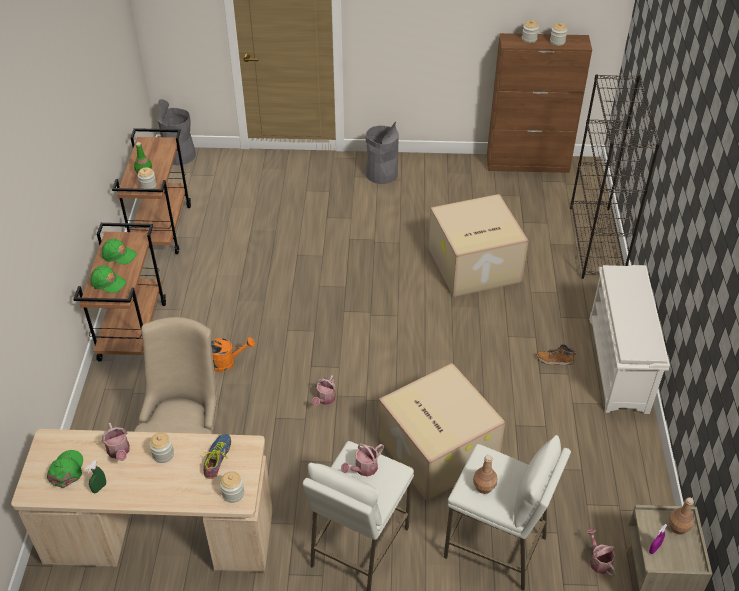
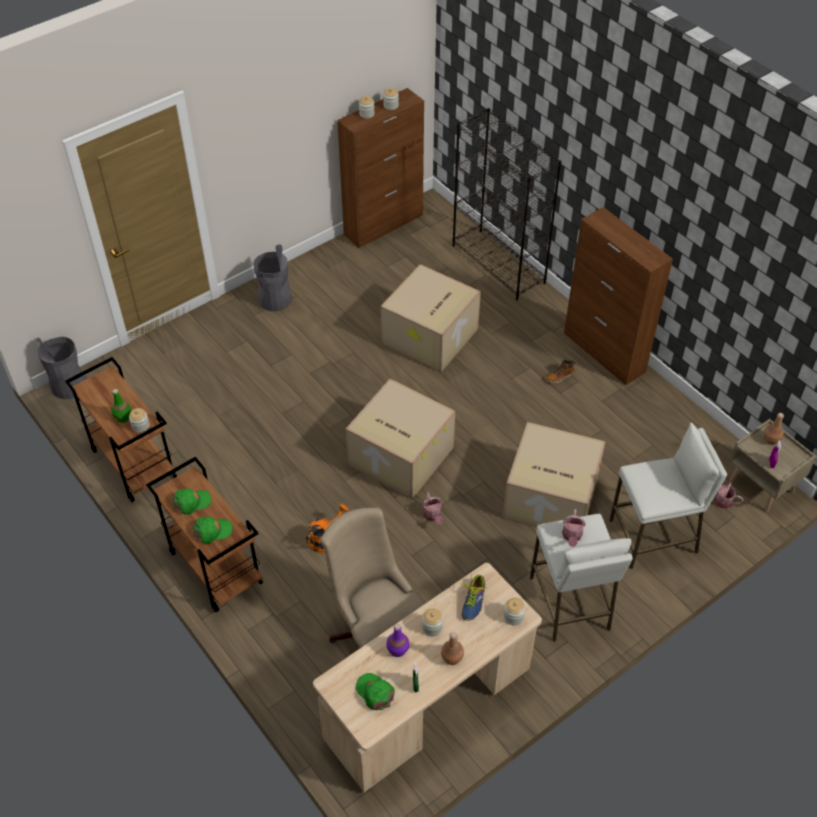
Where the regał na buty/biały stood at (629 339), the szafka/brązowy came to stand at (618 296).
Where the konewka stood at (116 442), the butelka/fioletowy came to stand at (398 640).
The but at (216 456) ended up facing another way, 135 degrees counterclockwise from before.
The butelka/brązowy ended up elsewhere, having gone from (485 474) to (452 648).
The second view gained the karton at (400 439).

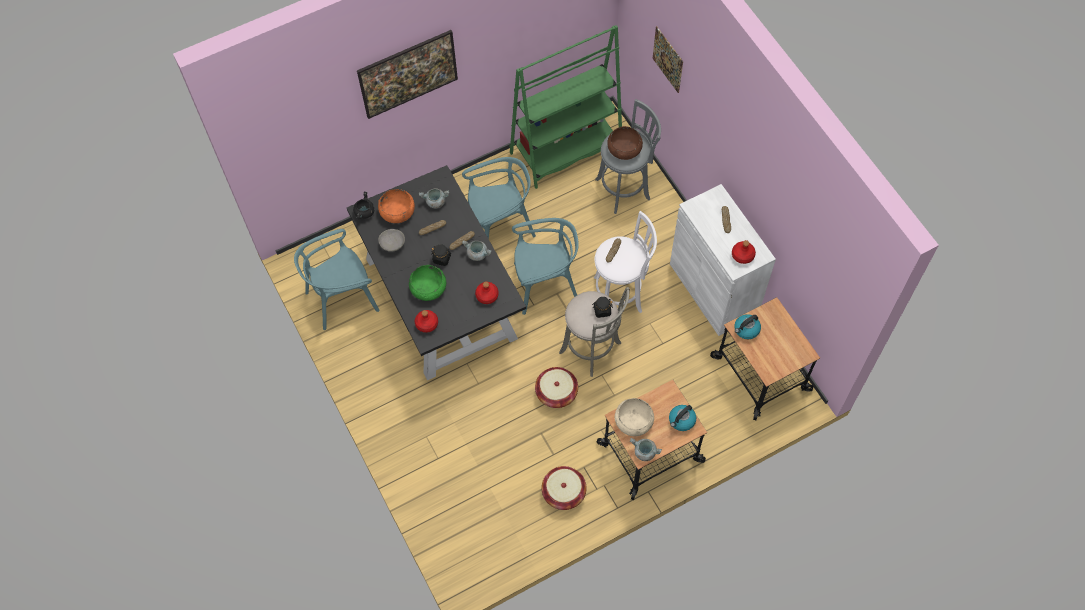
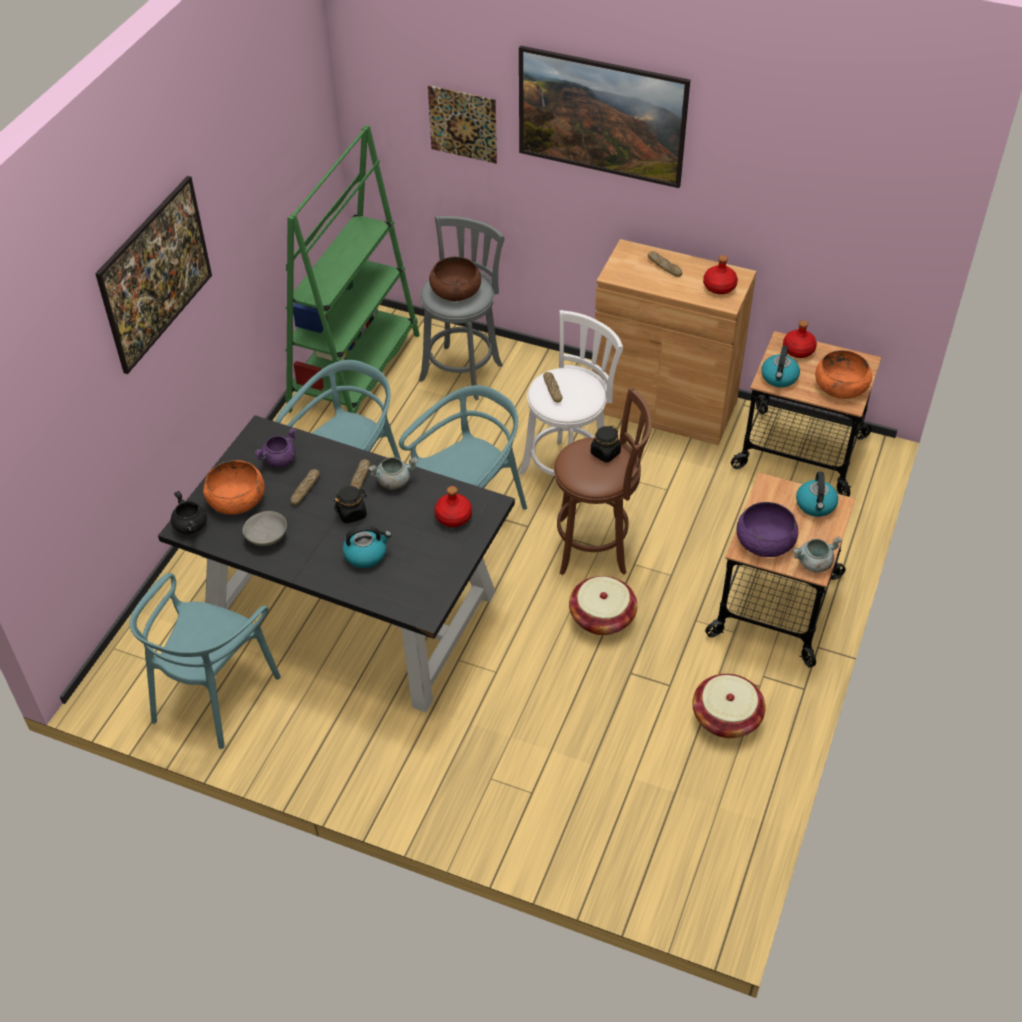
What was the szafka/biały at (723 260) turned into the szafka/brązowy at (674 342).
What was the garnek/szary at (434 198) turned into the garnek/fioletowy at (275 447).
Where the miska/zielony stood at (427 283), the czajnik came to stand at (367 546).
What was the stołek/szary at (594 332) turned into the stołek/brązowy at (603 481).
The butelka/czerwony ended up elsewhere, having gone from (426 321) to (800 339).
What was the miska/beżowy at (634 417) turned into the miska/fioletowy at (767 529).
The second view gained the obraz at (604 116).
The second view gained the miska/pomarańczowy at (843 374).

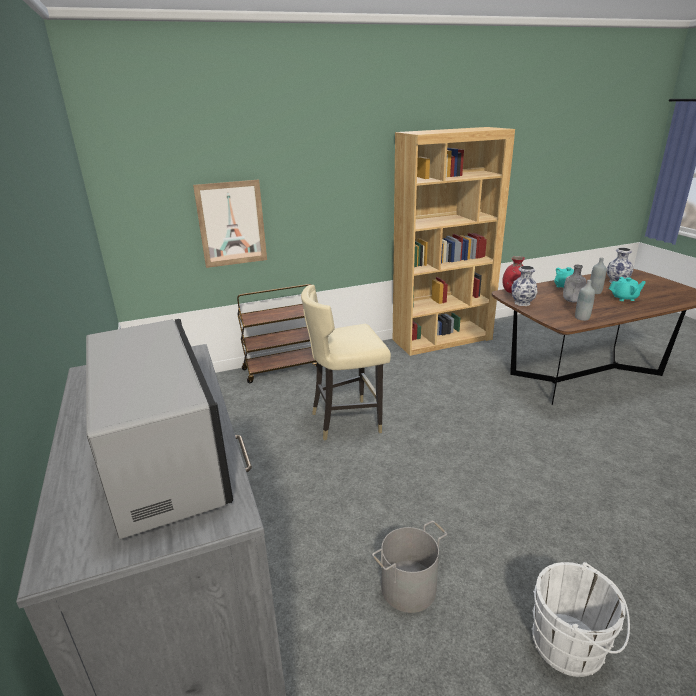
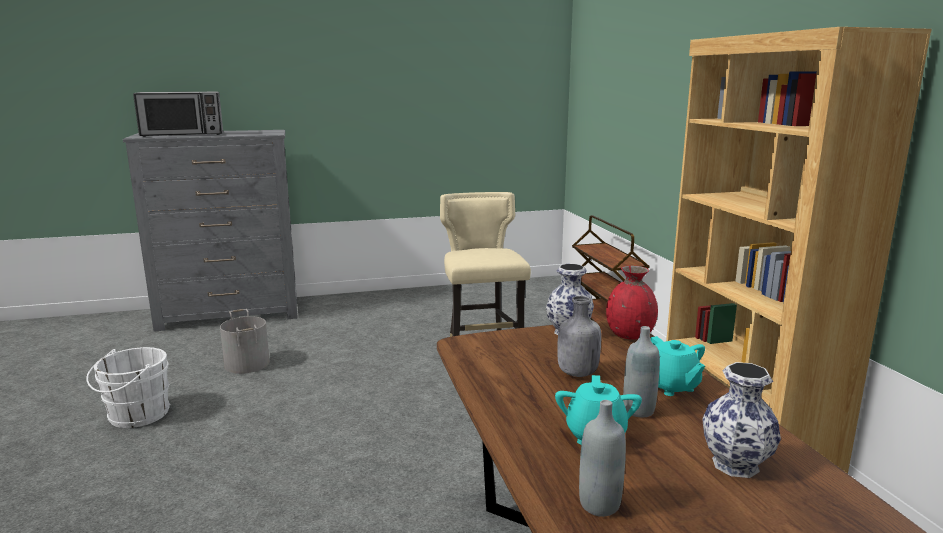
The second view lost the obraz at (230 224).
The butelka/szary ended up elsewhere, having gone from (585 300) to (602 458).

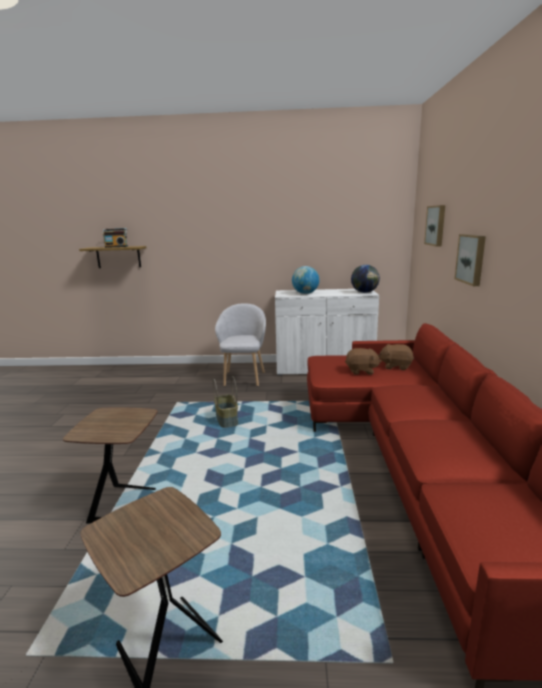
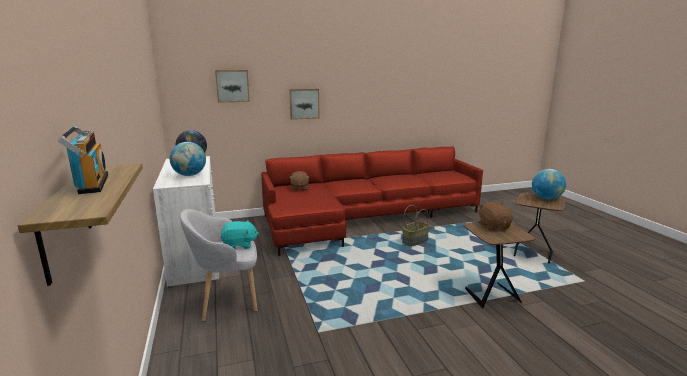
The pluszak/brązowy ended up elsewhere, having gone from (363 361) to (495 216).
The koszyk ended up elsewhere, having gone from (225 402) to (416 225).
The second view gained the globus at (549 184).
The second view gained the pluszak/turkusowy at (240 234).

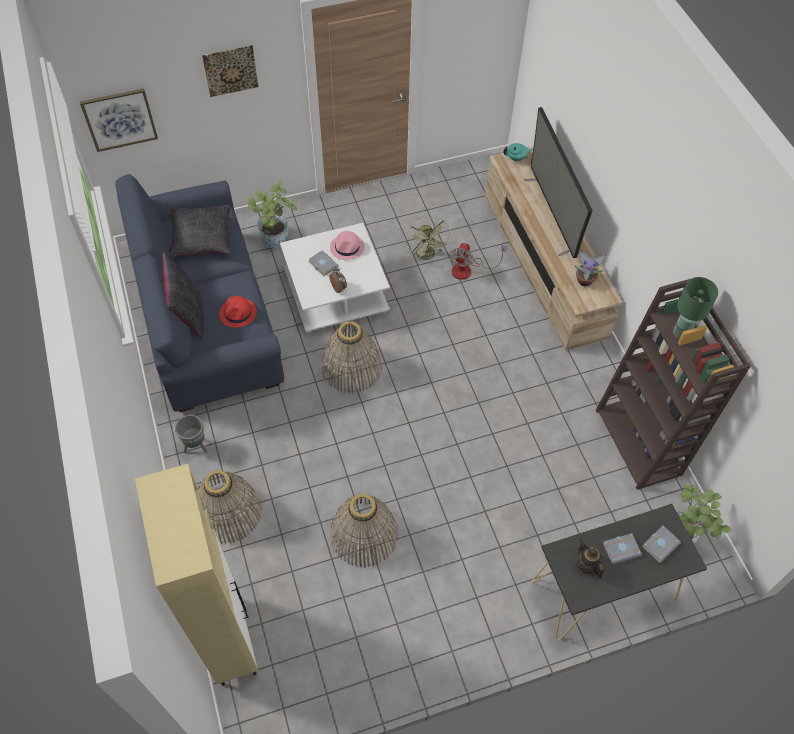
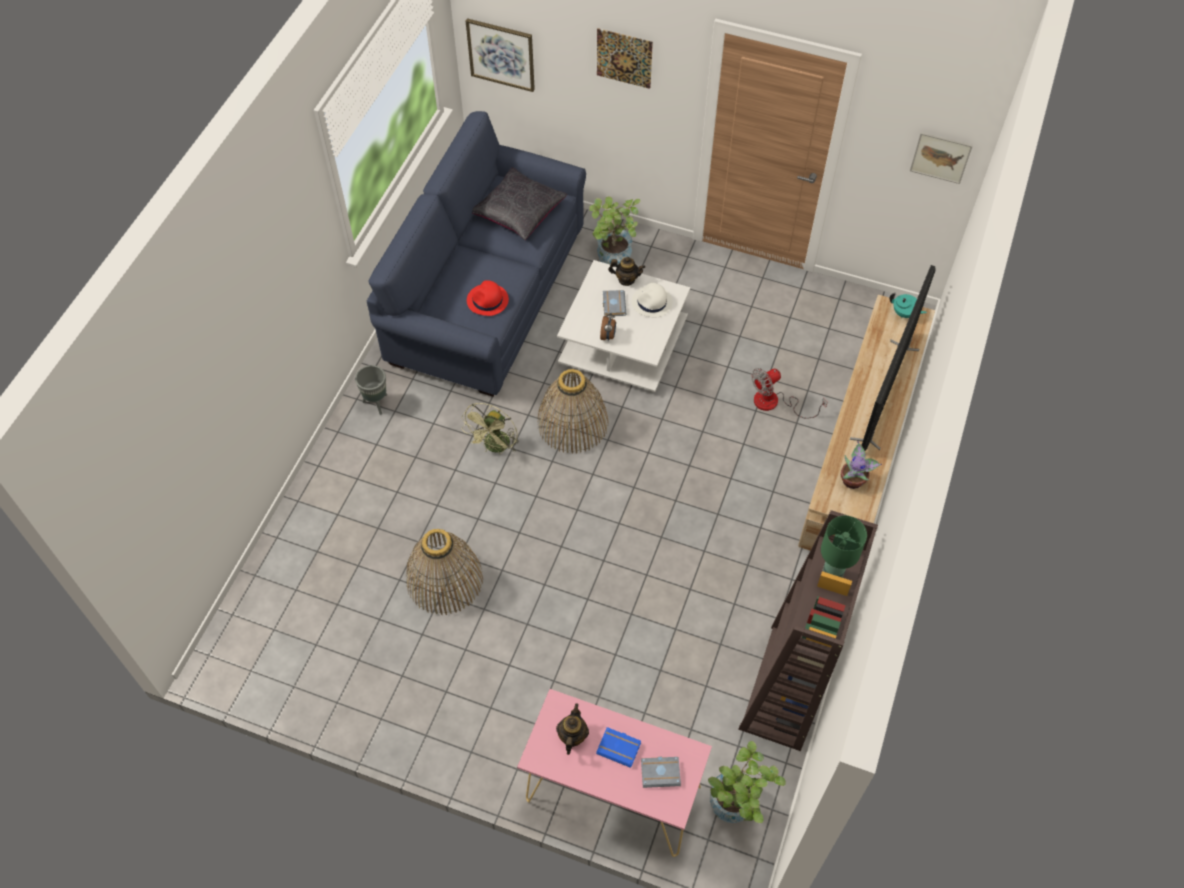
The wentylator/zielony ended up elsewhere, having gone from (428 240) to (490 428).
What was the kapelusz/różowy at (347 245) turned into the kapelusz/biały at (652 300).
The second view lost the poduszka/czarny at (183 295).
The second view lost the szafka/beżowy at (196 575).
The second view lost the koszyk at (230 507).
What was the stolik konsolowy/czarny at (619 572) turned into the stolik konsolowy/różowy at (614 773).
What was the książka/szary at (622 548) turned into the książka/niebieski at (618 747).
The second view gained the obraz at (941 158).
The second view gained the imbryk at (626 271).

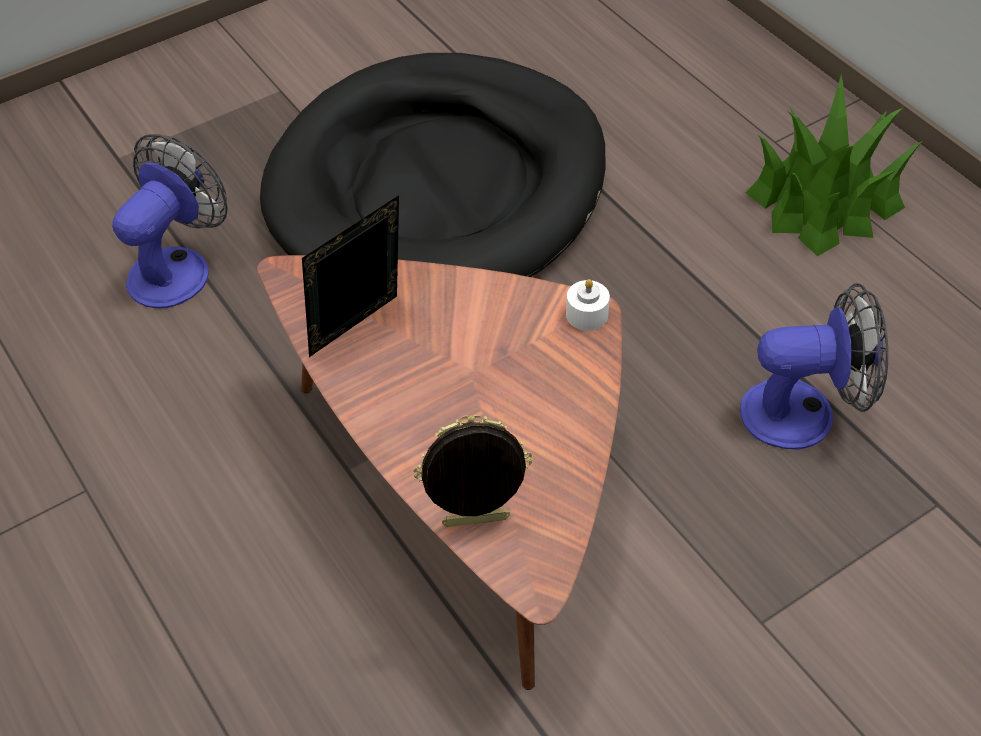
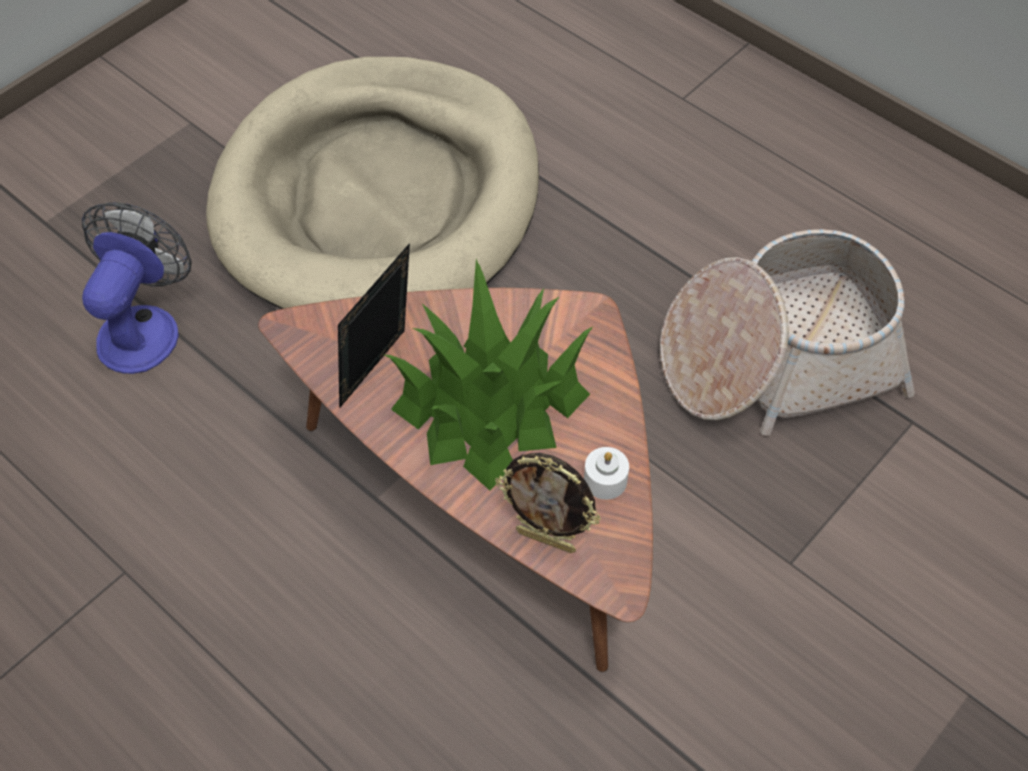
What was the legowisko/czarny at (433 165) turned into the legowisko/beżowy at (372 183).
The roślina doniczkowa ended up elsewhere, having gone from (834 165) to (489 374).
The świeca/biały ended up elsewhere, having gone from (588 305) to (606 473).
Where the wentylator stood at (814 366), the koszyk came to stand at (787 332).
The ramka na zdjęcie at (473 471) ended up facing another way, 135 degrees counterclockwise from before.

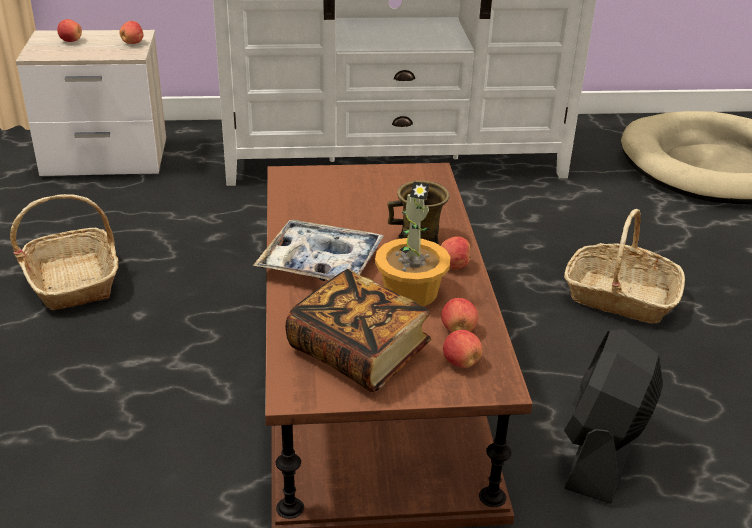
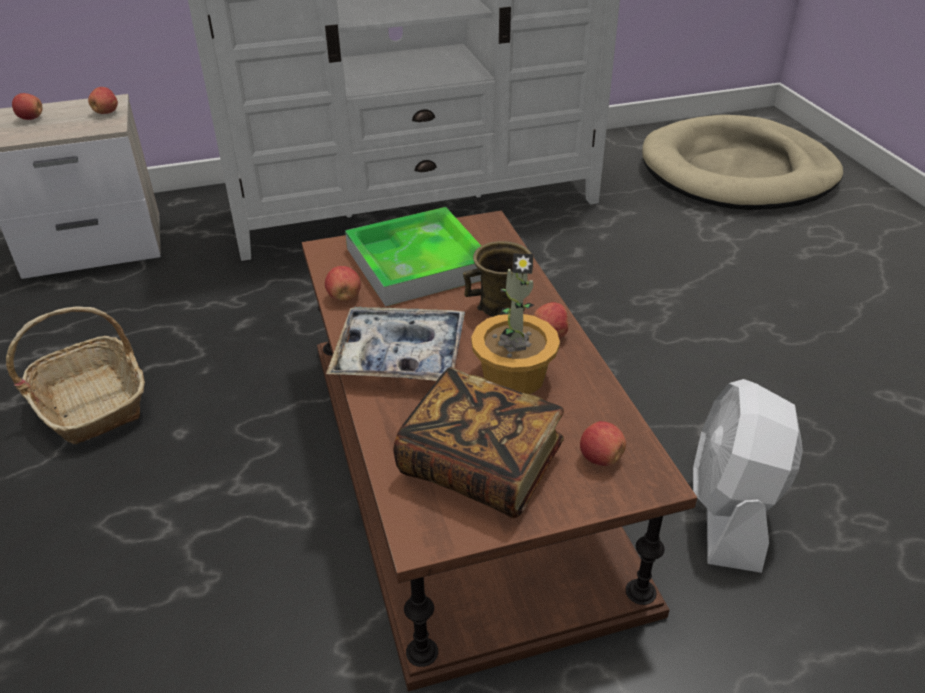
The second view lost the koszyk at (624 266).
The jabłko ended up elsewhere, having gone from (459 315) to (343 283).
What was the wentylator/czarny at (613 416) turned into the wentylator/biały at (748 476).
The second view gained the taca at (413 257).

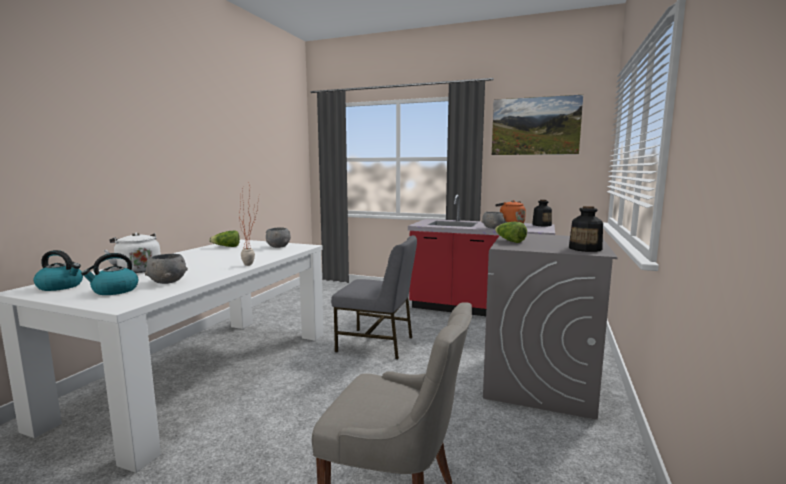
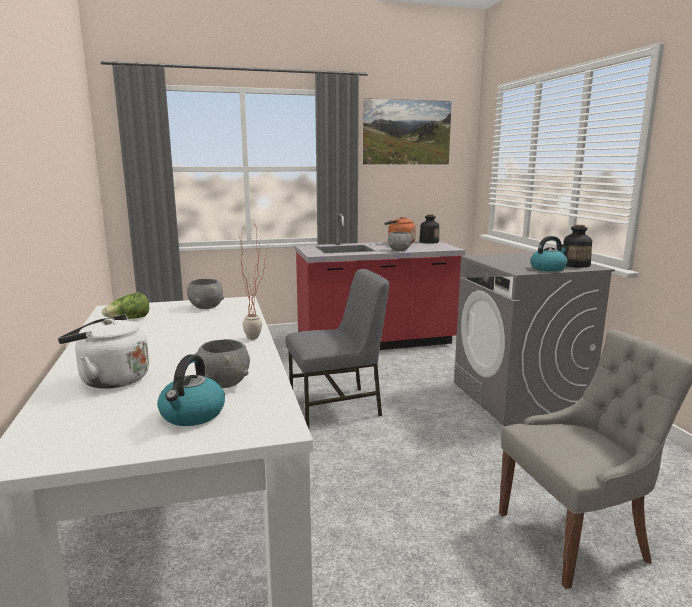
The second view lost the sałata at (511 232).
The czajnik ended up elsewhere, having gone from (58 270) to (548 254).

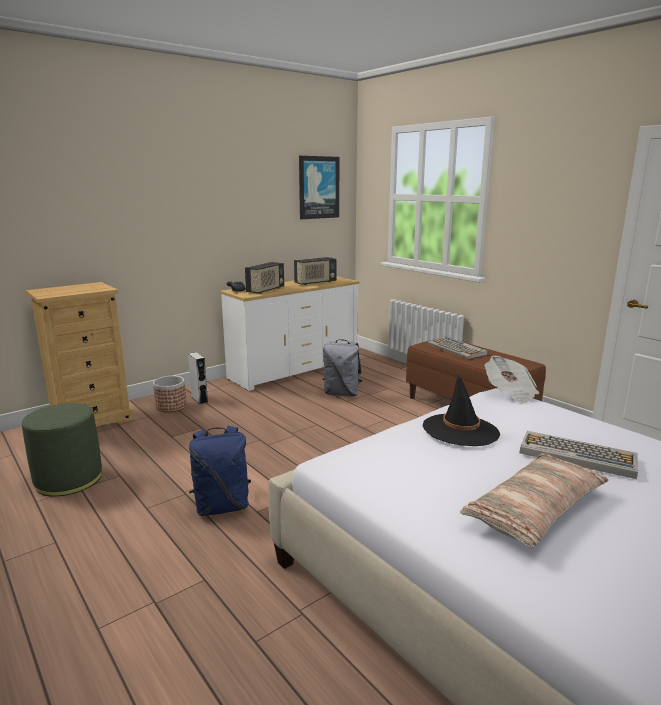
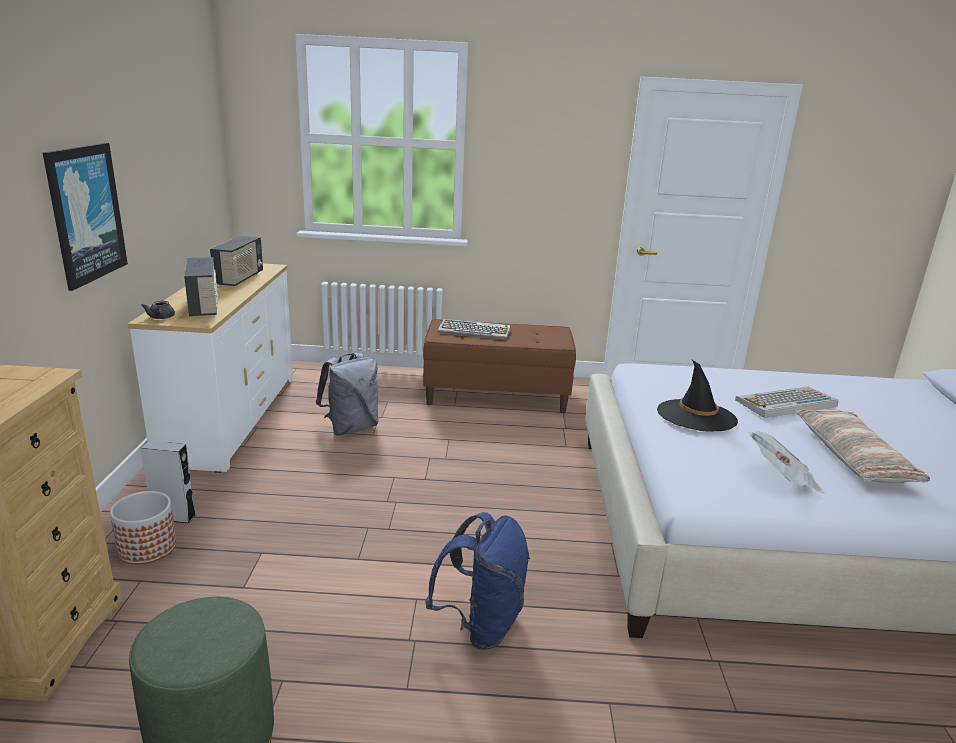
The obraz ended up elsewhere, having gone from (319 187) to (85 217).
The gazeta ended up elsewhere, having gone from (511 380) to (786 462).

